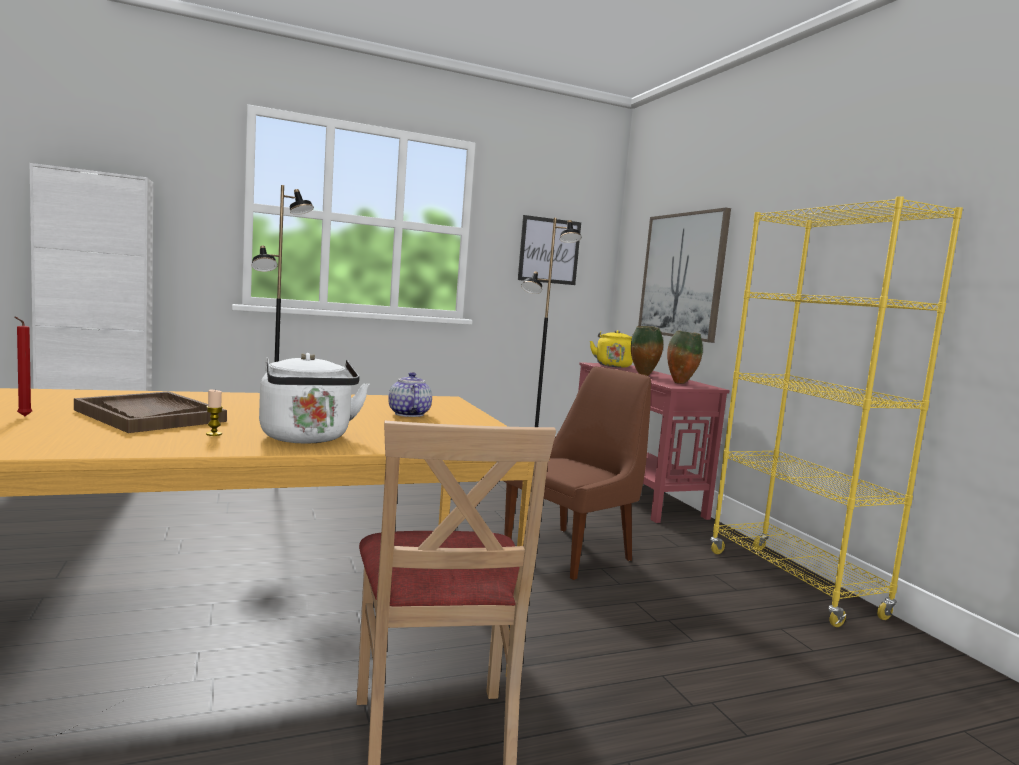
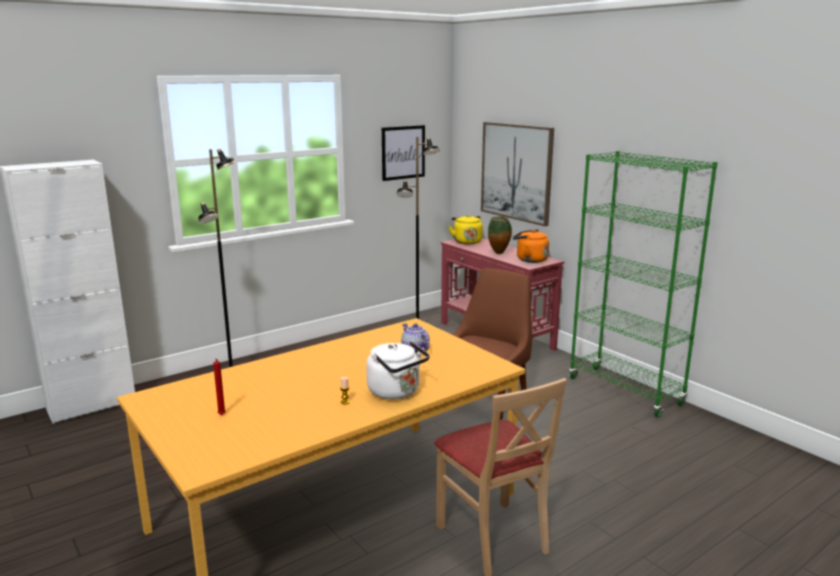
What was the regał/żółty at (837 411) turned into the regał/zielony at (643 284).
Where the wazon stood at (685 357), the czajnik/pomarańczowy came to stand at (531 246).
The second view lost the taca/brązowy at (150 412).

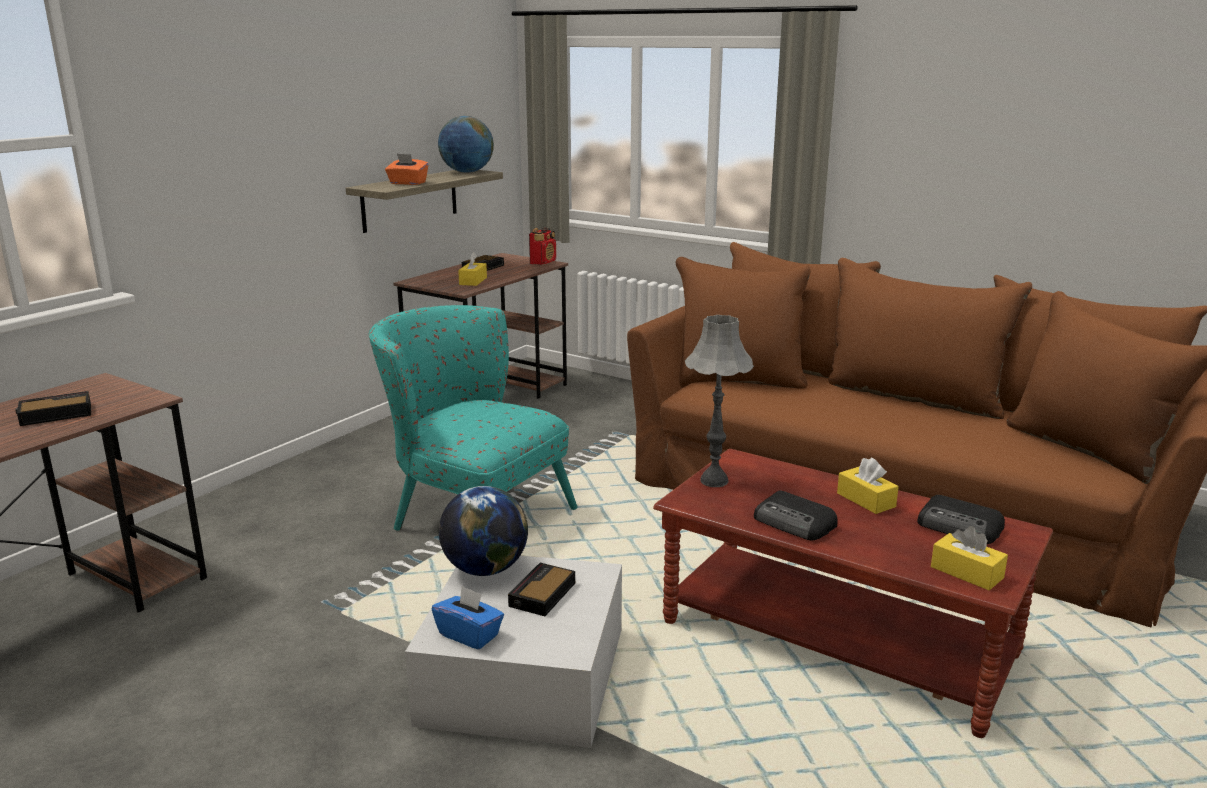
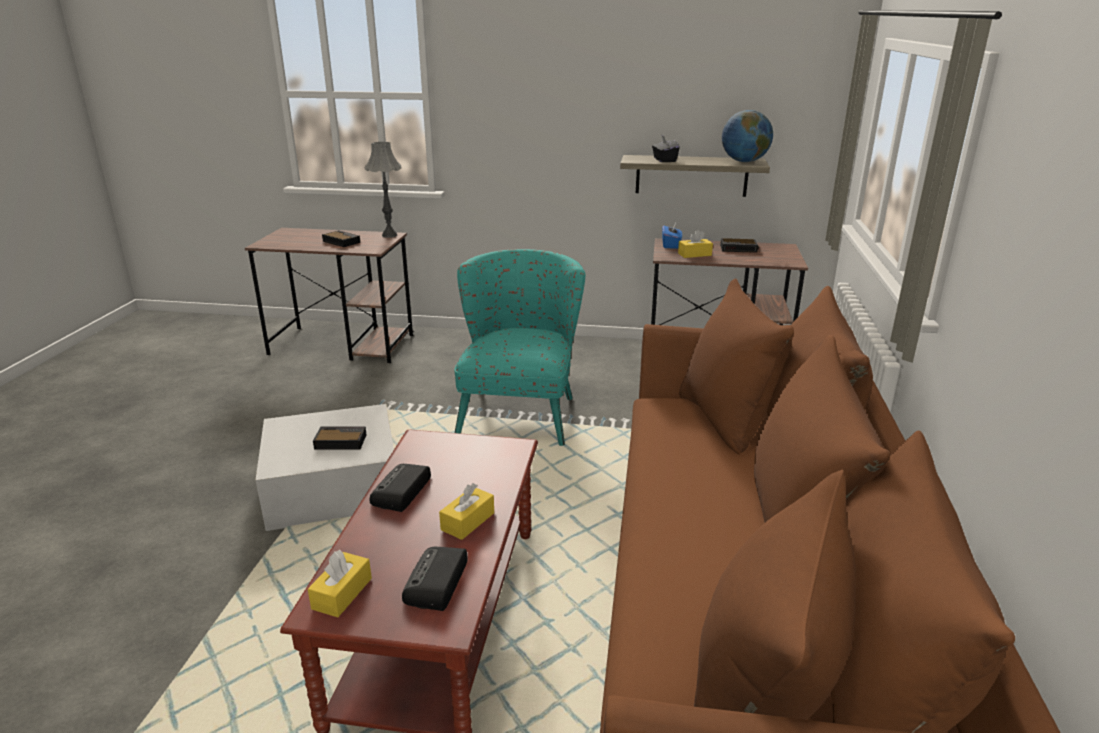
What was the pudełko chusteczek/pomarańczowy at (406 169) turned into the pudełko chusteczek/czarny at (666 148).
The second view lost the radio at (542 246).
The lampa stołowa/szary ended up elsewhere, having gone from (719 401) to (383 190).
The second view lost the globus at (483 531).
The pudełko chusteczek/niebieski ended up elsewhere, having gone from (468 618) to (672 235).

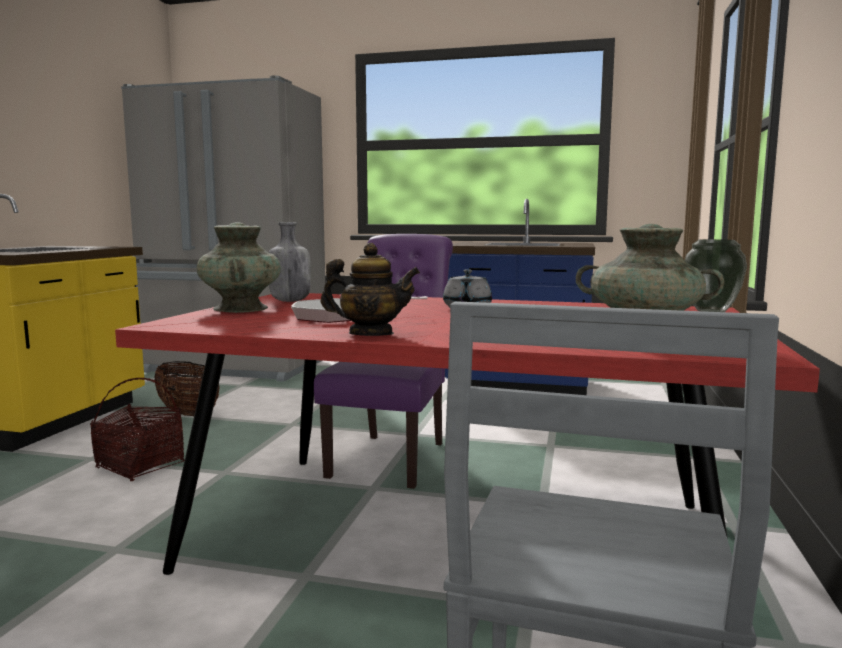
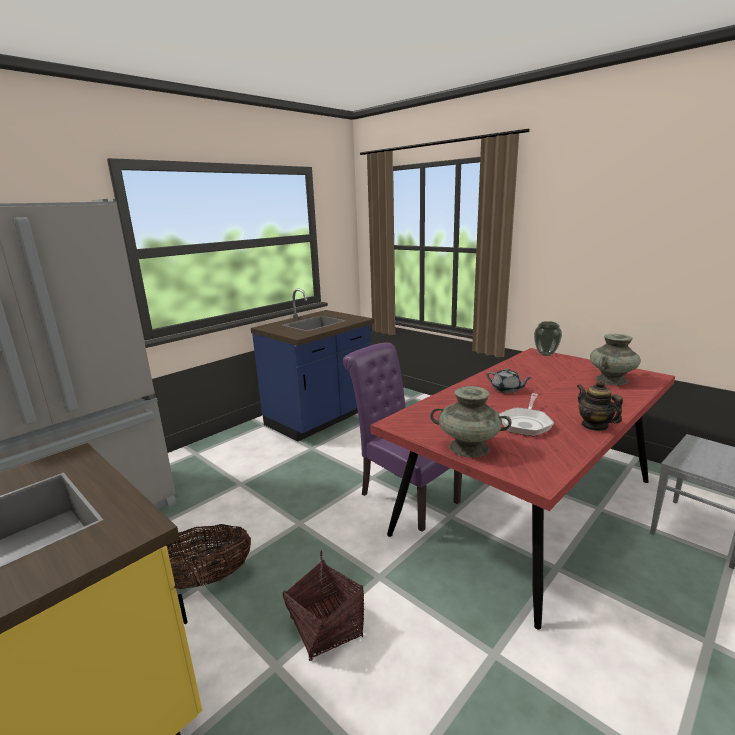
The second view lost the butelka/szary at (290 262).
The imbryk at (370 289) ended up facing another way, 60 degrees counterclockwise from before.

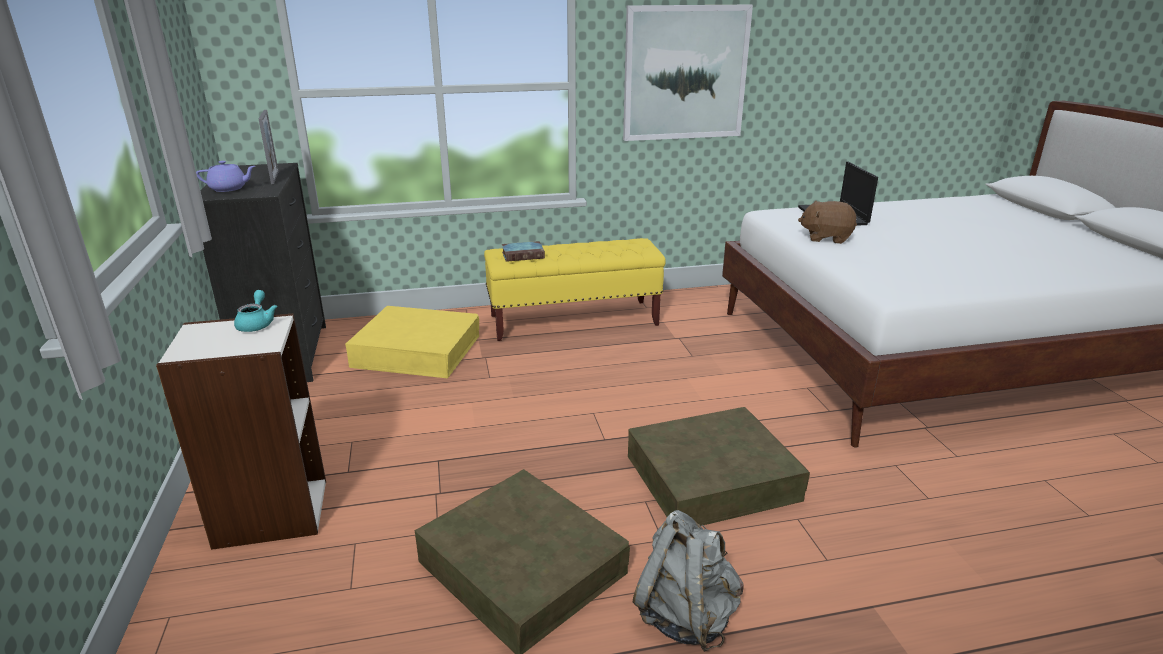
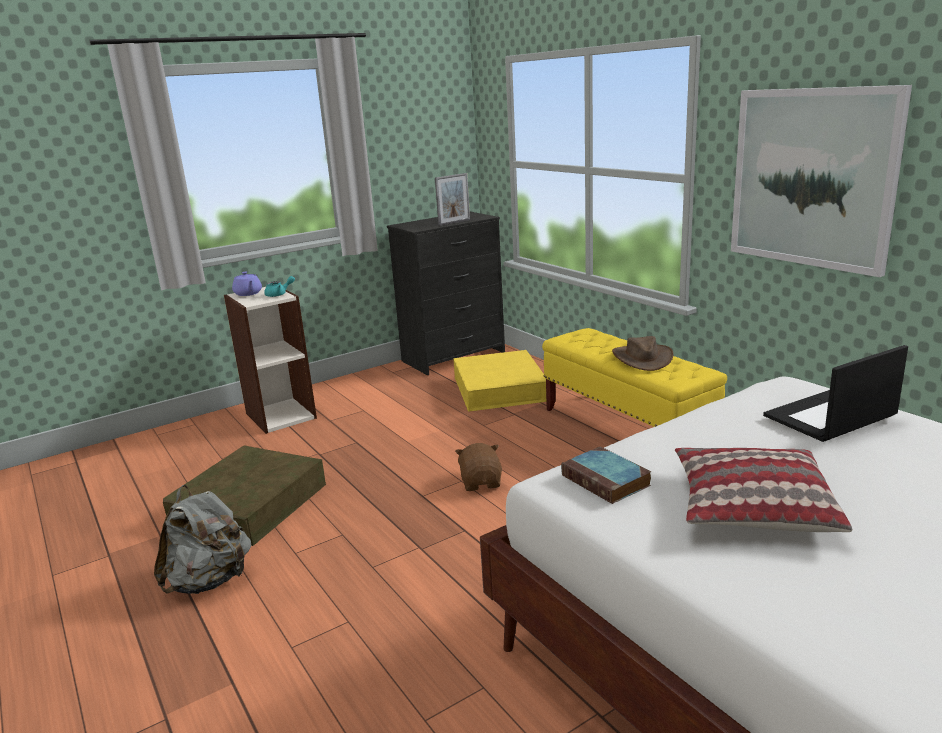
The imbryk/fioletowy ended up elsewhere, having gone from (225 176) to (247 284).
The pluszak/brązowy ended up elsewhere, having gone from (827 222) to (478 467).
The książka ended up elsewhere, having gone from (523 251) to (606 475).
The second view lost the pojemnik do przechowywania/brązowy at (719 466).
The second view gained the kapelusz/brązowy at (642 353).
The second view gained the poduszka at (763 490).

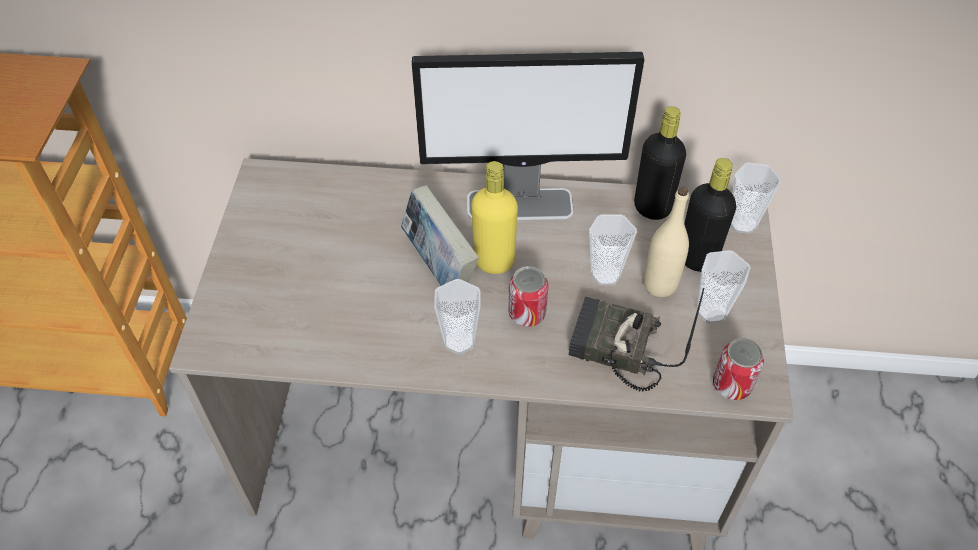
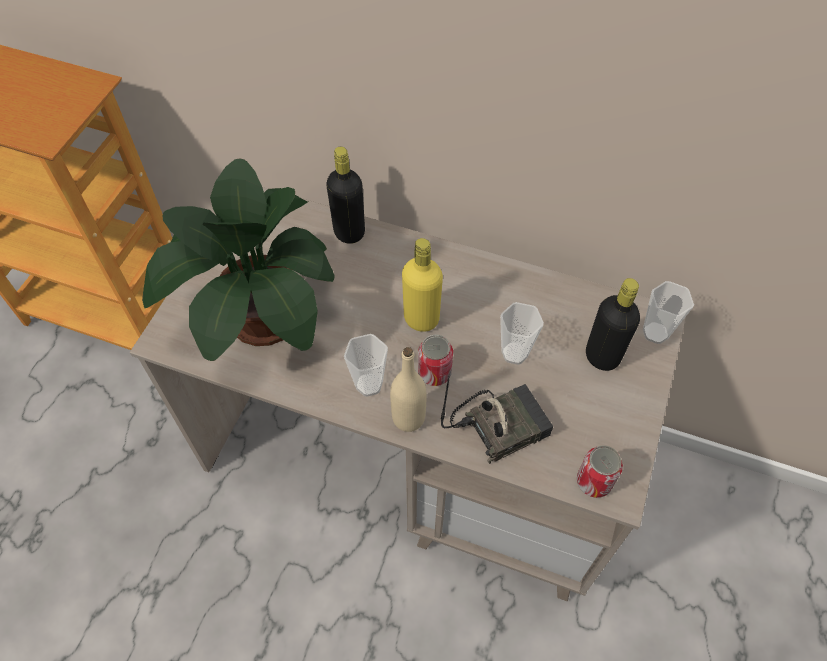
The second view lost the monitor at (528 136).
The butelka/czarny ended up elsewhere, having gone from (660 163) to (345 195).
The second view lost the książka at (440 235).
The butelka/beżowy ended up elsewhere, having gone from (666 242) to (408 389).
The second view lost the filiżanka at (724 287).
The radio at (636 340) ended up facing another way, 120 degrees clockwise from before.
The second view gained the roślina doniczkowa at (238 260).

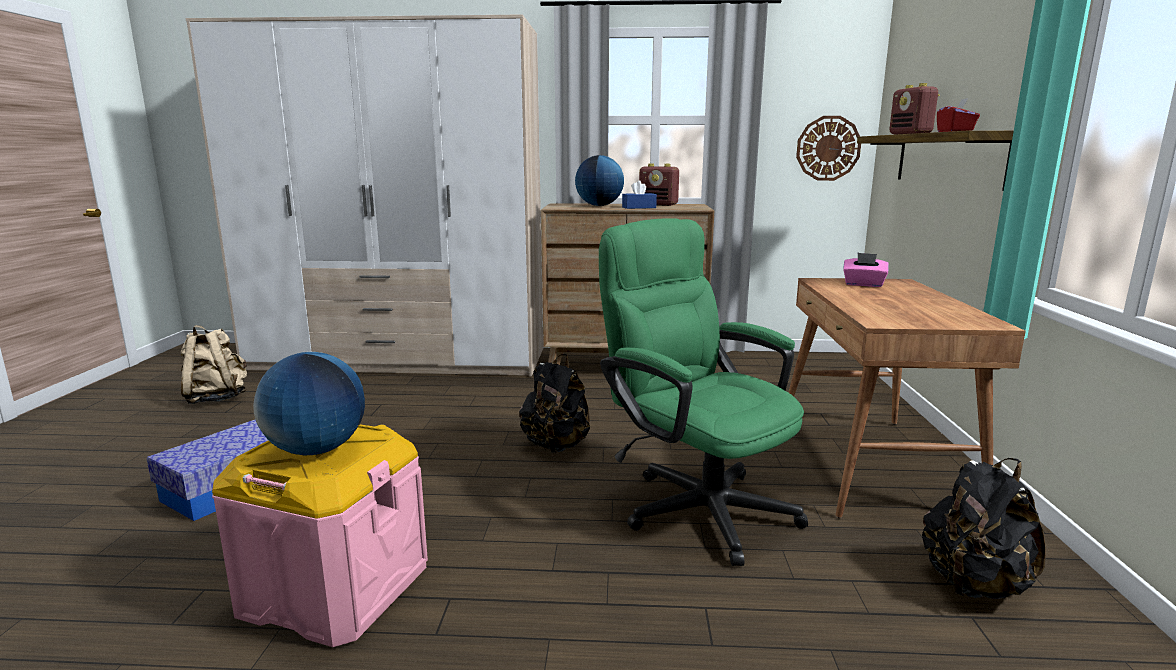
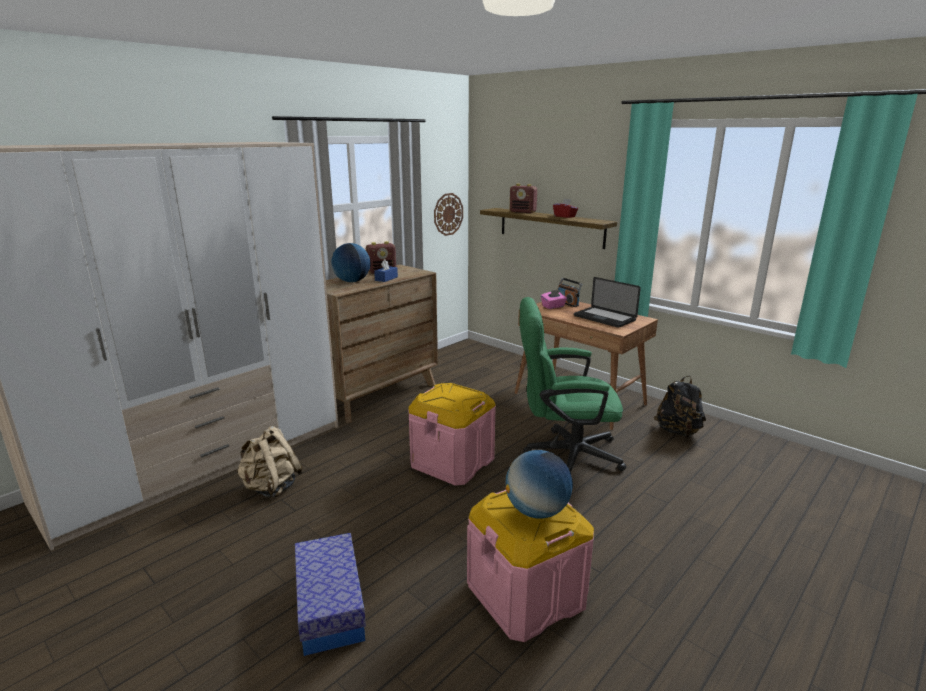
The plecak/beżowy ended up elsewhere, having gone from (214 364) to (269 462).
Where the plecak/czarny stood at (554 403), the pojemnik do przechowywania/różowy came to stand at (452 434).
The second view gained the laptop at (607 302).
The second view gained the radio at (570 292).

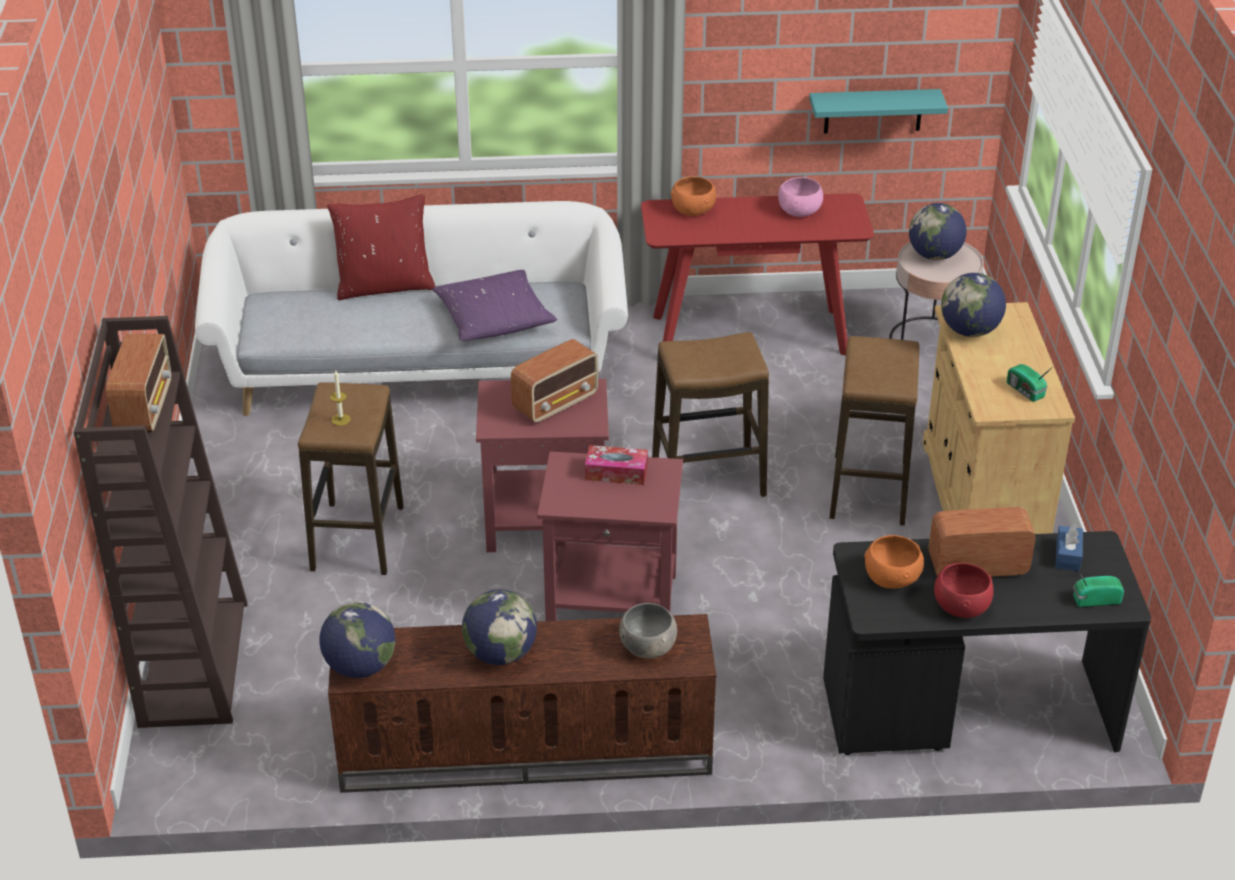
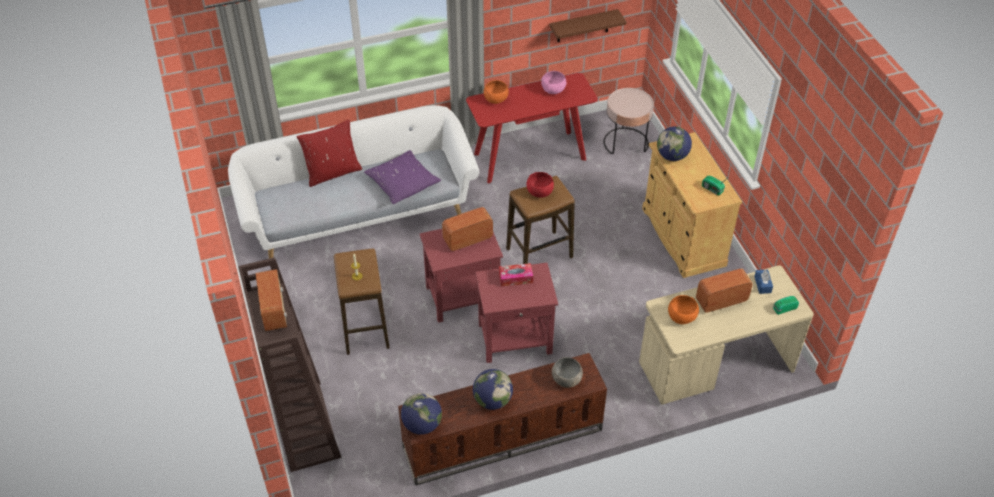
What was the półka/turkusowy at (878 111) turned into the półka/brązowy at (588 25).
The second view lost the globus at (937 231).
The second view lost the stołek at (874 431).
The radio at (554 381) ended up facing another way, 150 degrees counterclockwise from before.
What was the biurko/czarny at (987 643) turned into the biurko/beżowy at (726 335).
The miska/czerwony ended up elsewhere, having gone from (964 590) to (540 185).

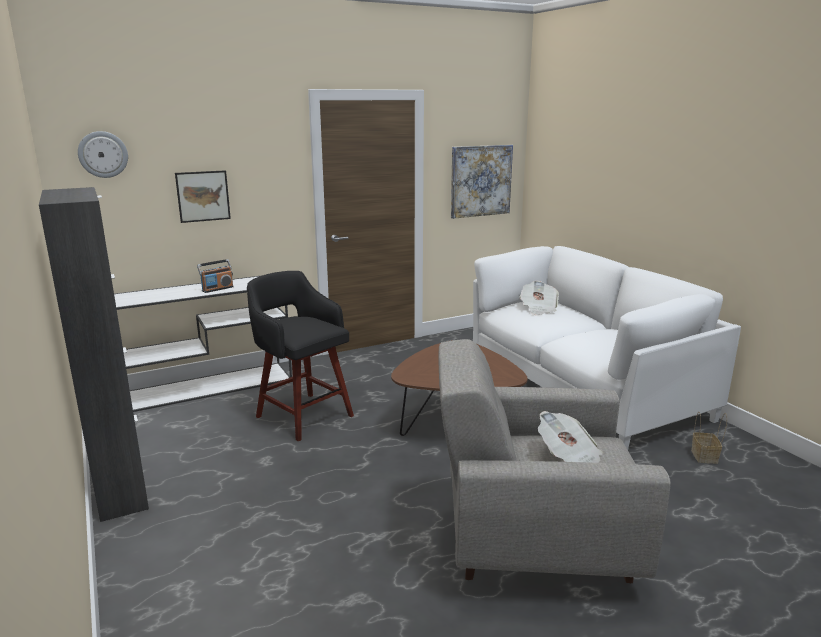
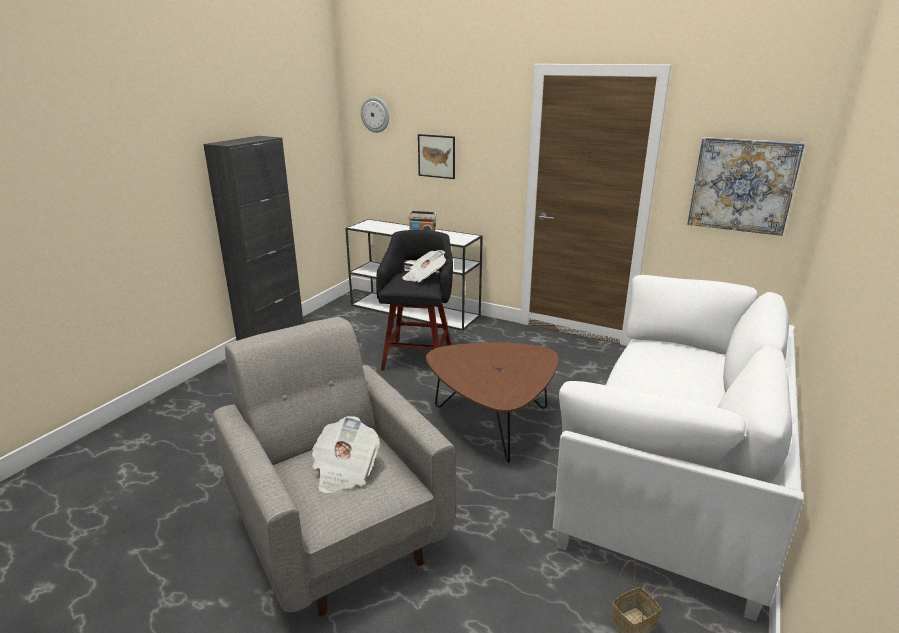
The gazeta ended up elsewhere, having gone from (539 298) to (424 266).

